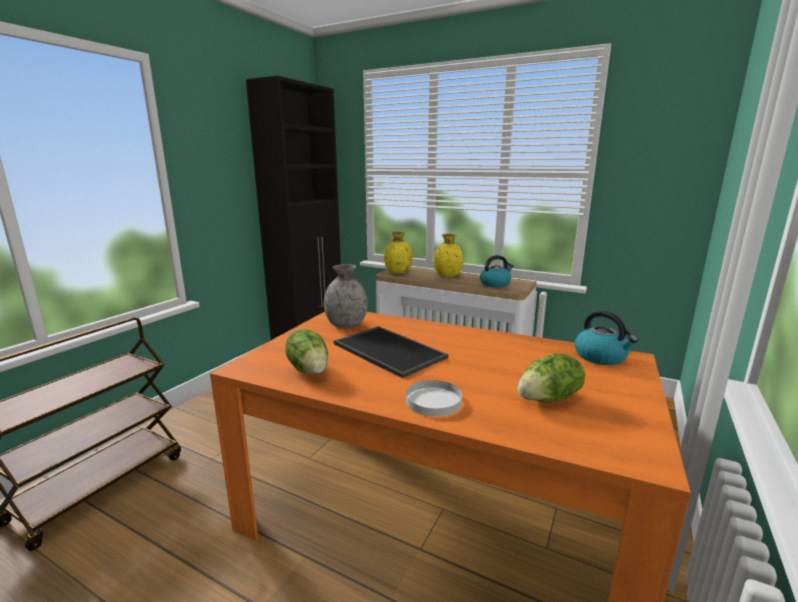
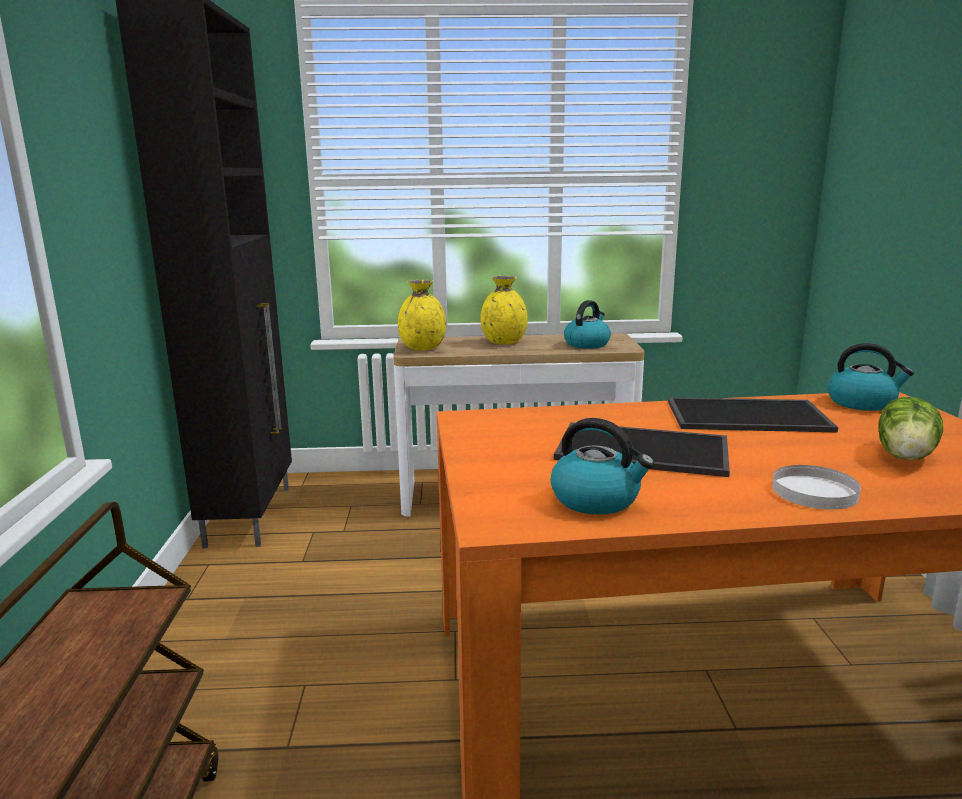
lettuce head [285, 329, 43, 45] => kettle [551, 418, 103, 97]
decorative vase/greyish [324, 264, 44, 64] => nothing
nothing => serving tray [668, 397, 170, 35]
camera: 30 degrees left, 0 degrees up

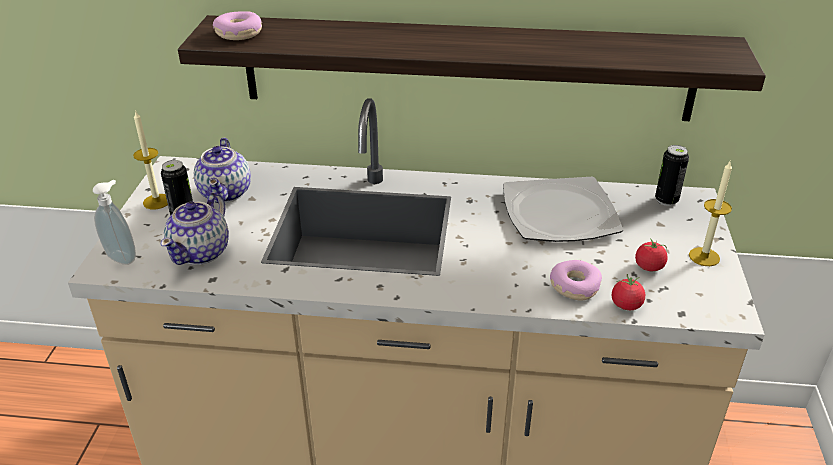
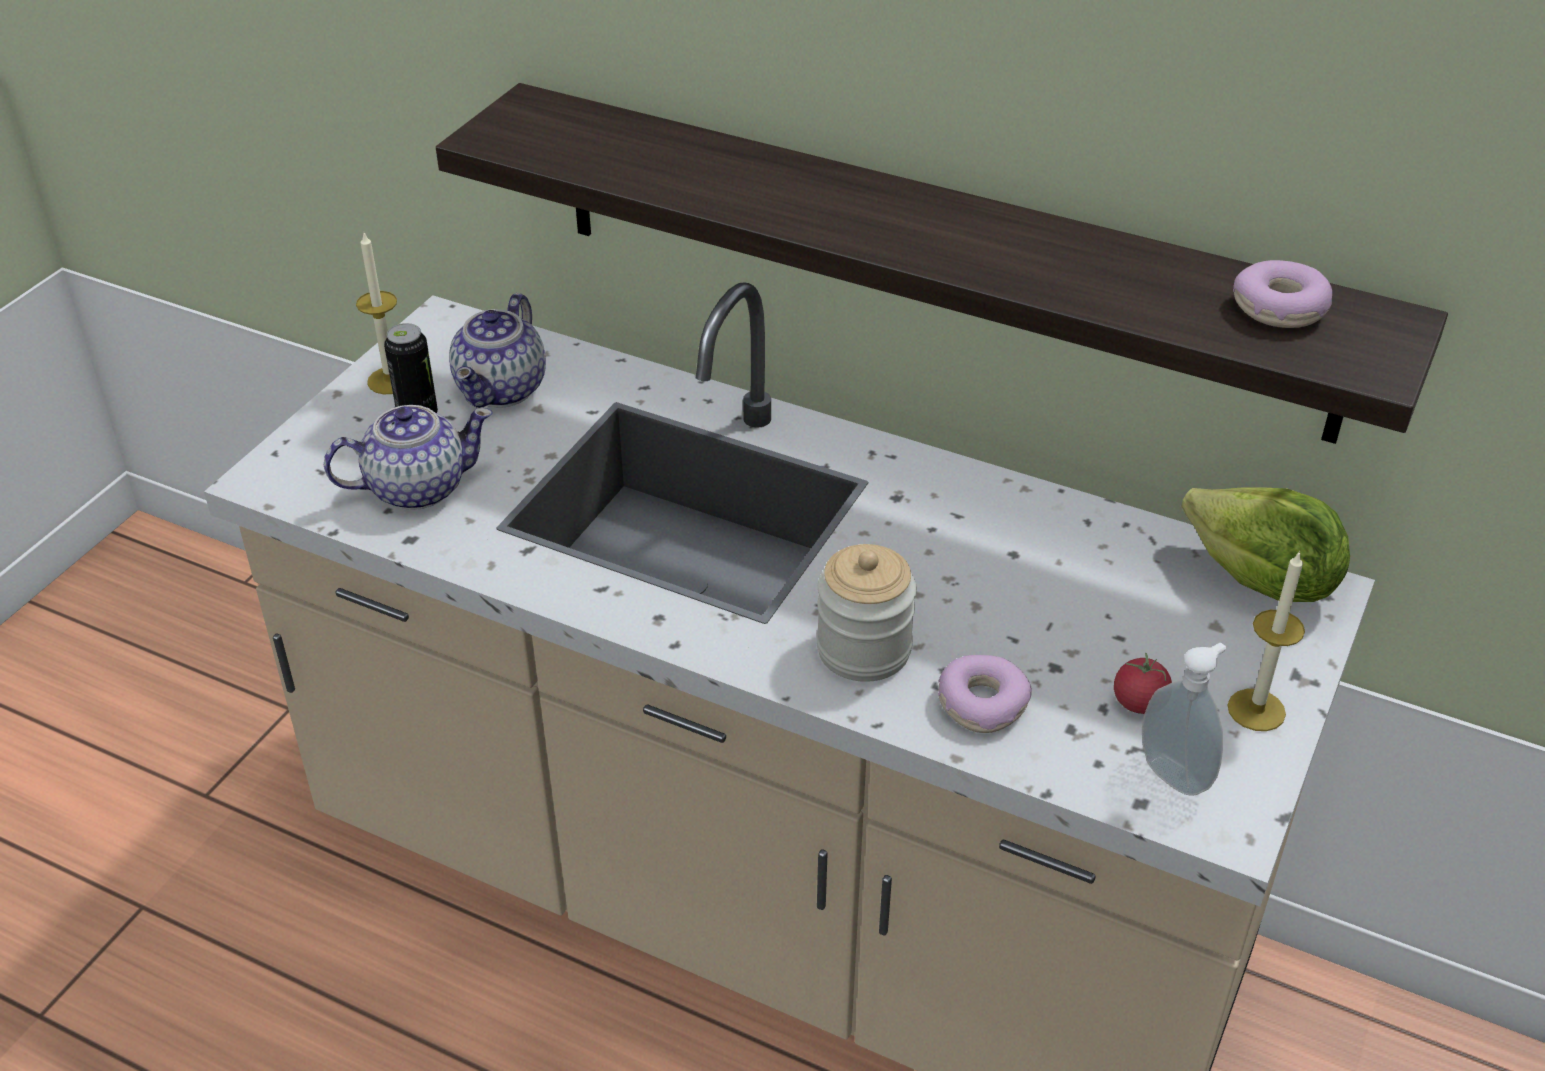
soap dispenser [93, 180, 43, 85] => soap dispenser [1142, 643, 84, 153], shifted
pot for tea [161, 192, 68, 73] => pot for tea [324, 405, 169, 105], 150 degrees counterclockwise
donut [213, 11, 49, 29] => donut [1233, 260, 99, 68], shifted
flat dish [503, 177, 120, 65] => nothing
fresh tomato [612, 274, 33, 36] => nothing
metal can [655, 145, 34, 61] => lettuce head [1181, 487, 169, 115]
nothing => preserve jar [816, 544, 101, 138]
camera: 20 degrees right, 5 degrees up

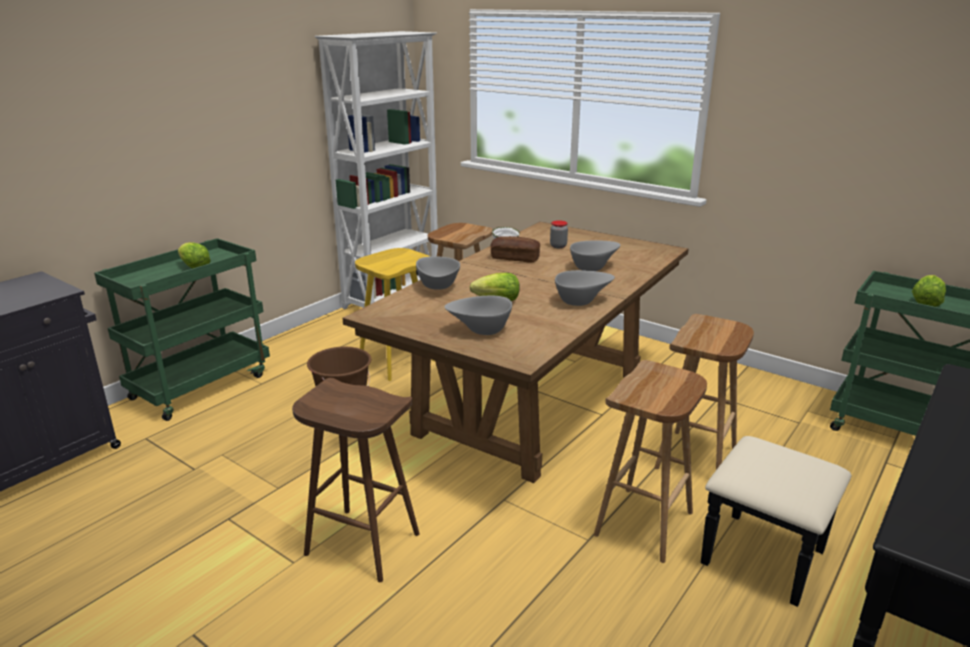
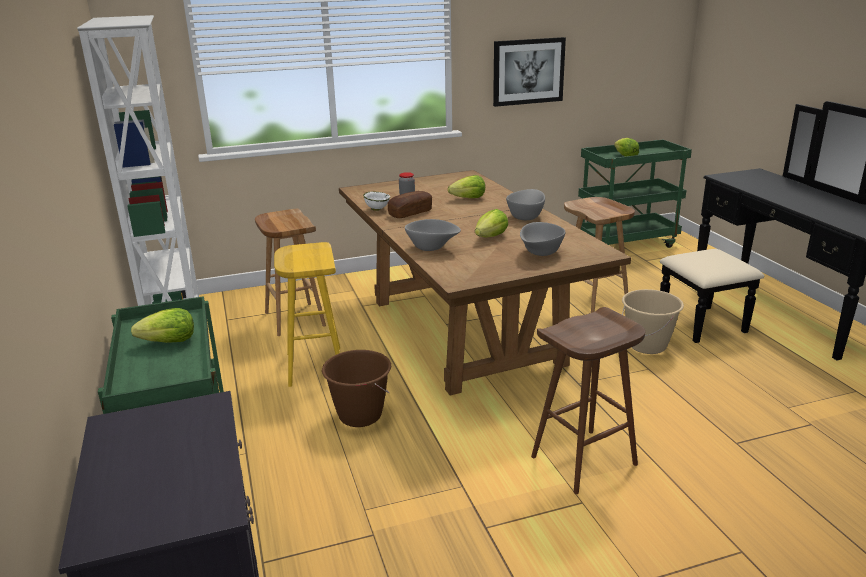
deep dish/greyish [570, 240, 50, 31] => lettuce head [448, 175, 37, 23]
stool seat/brown-coloured [594, 360, 113, 203] => pail/beige-coloured [622, 289, 62, 65]
nothing => picture [493, 37, 73, 70]
camera: 55 degrees left, 0 degrees up

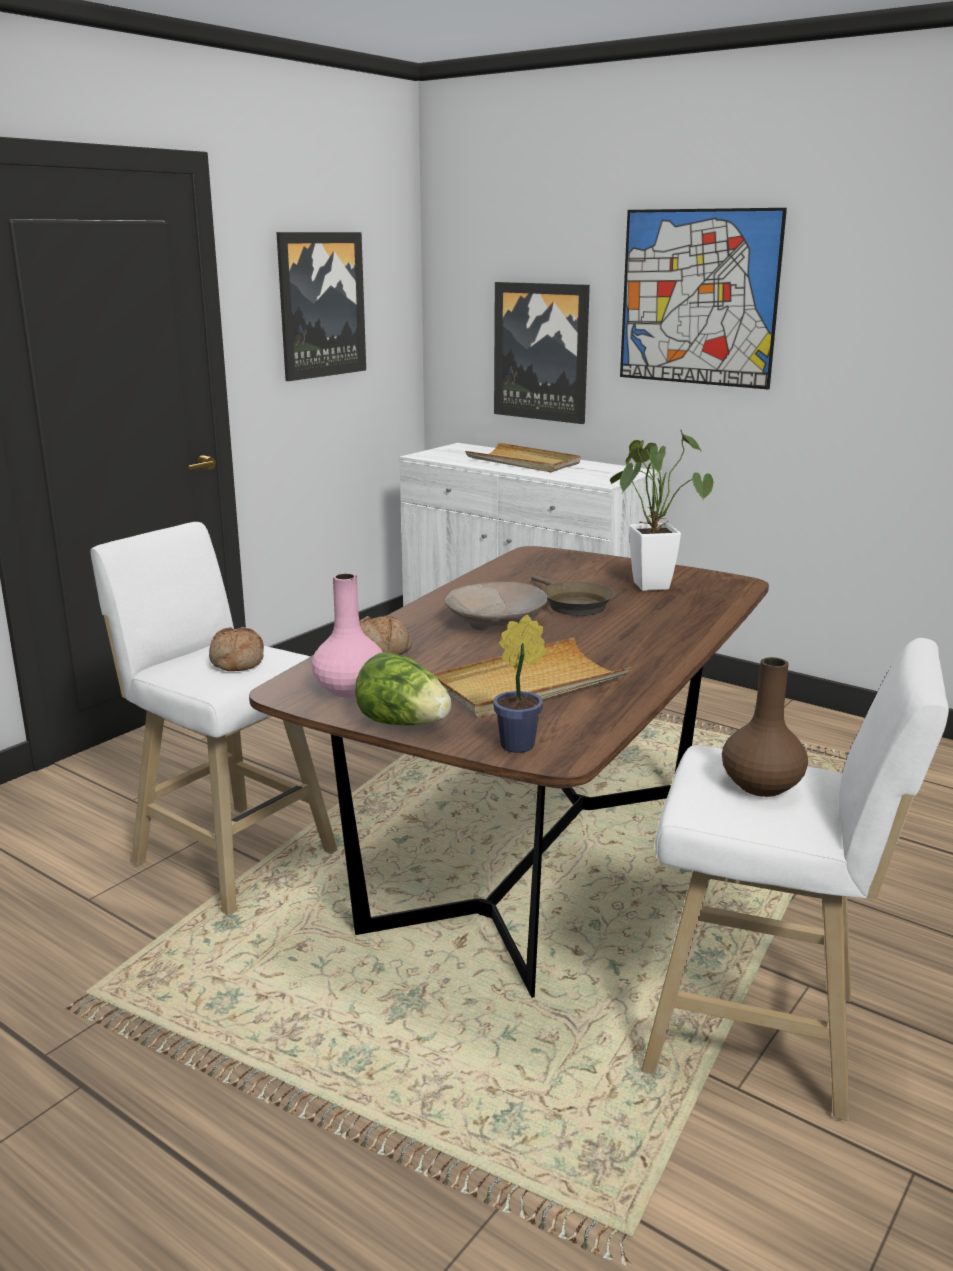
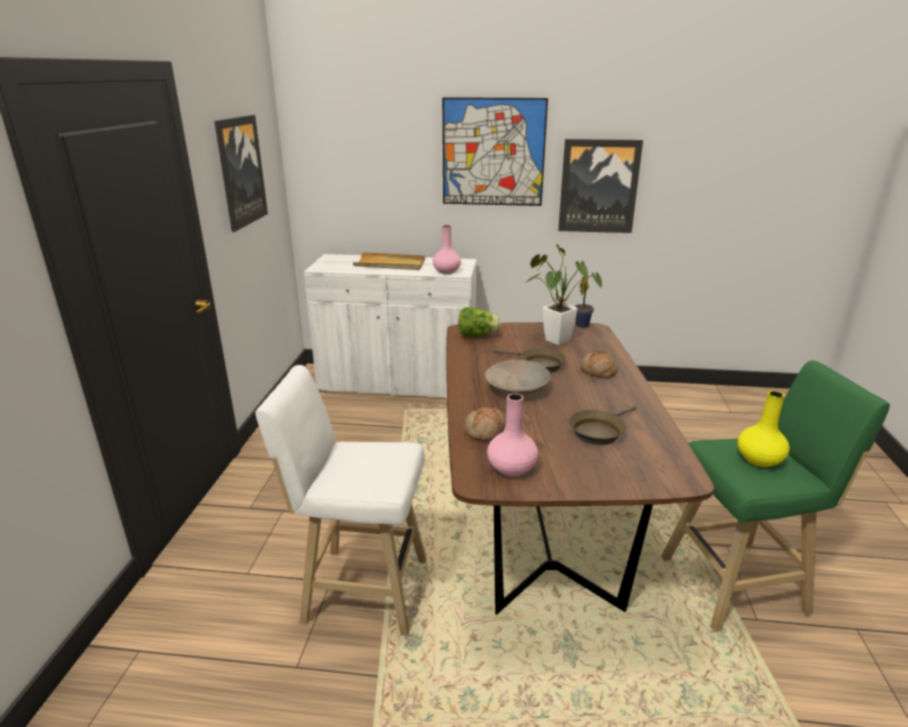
baked bread [209, 627, 55, 44] => baked bread [580, 351, 38, 27], shifted
lettuce head [355, 652, 97, 74] => lettuce head [458, 307, 43, 30], shifted
serving tray/beige-coloured [433, 637, 198, 81] => frying pan/brown-coloured [569, 405, 68, 40]
plant in a pot [493, 615, 53, 138] => plant in a pot [574, 276, 20, 52], shifted
picture [494, 282, 96, 142] => picture [558, 139, 85, 94], shifted
stool seat/white-coloured [641, 638, 308, 483] => stool seat/greenish [661, 361, 229, 271]
decorative vase/brown-coloured [722, 657, 86, 140] => decorative vase/yellow [738, 391, 52, 76]
nothing => decorative vase/pink-coloured [433, 225, 28, 49]
camera: 30 degrees left, 5 degrees up

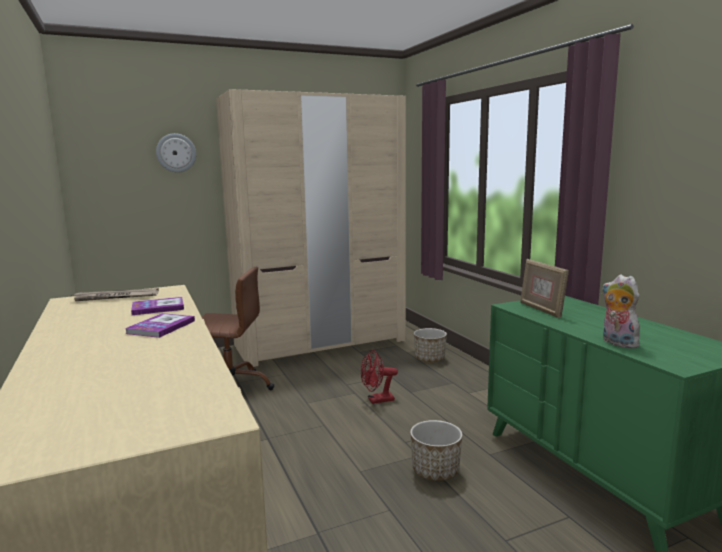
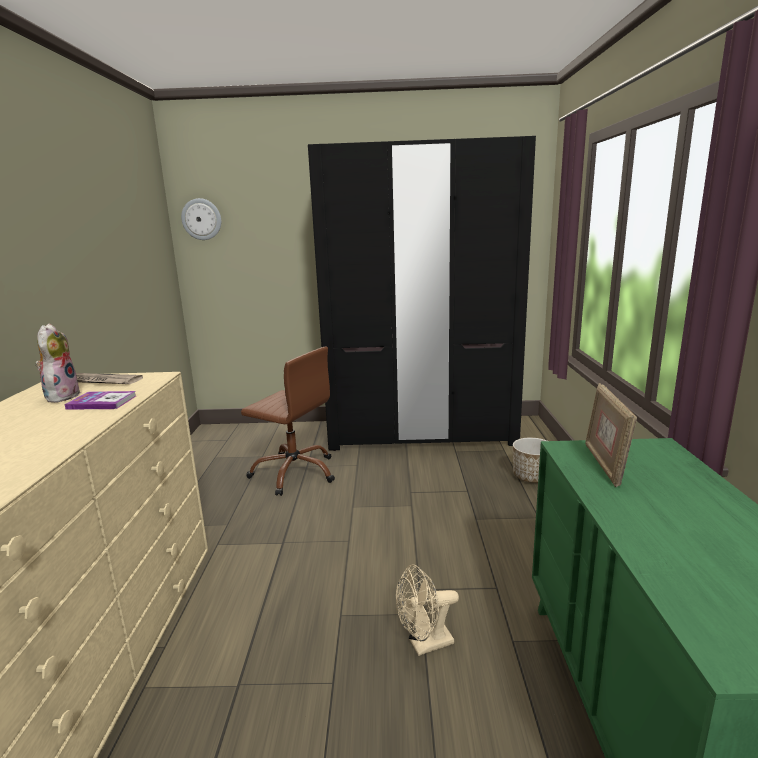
bound book [125, 313, 70, 25] => nothing
wall clock [156, 133, 40, 40] => wall clock [181, 198, 40, 42], shifted
clothes cupboard/beige-coloured [216, 89, 190, 279] => clothes cupboard/black-coloured [308, 136, 228, 315]
electric fan/red [361, 350, 37, 54] => nothing
plant pot [410, 420, 52, 61] => electric fan/beige-coloured [396, 564, 63, 92]
soft toy [602, 274, 39, 74] => soft toy [33, 324, 49, 79], shifted
camera: 25 degrees right, 5 degrees up

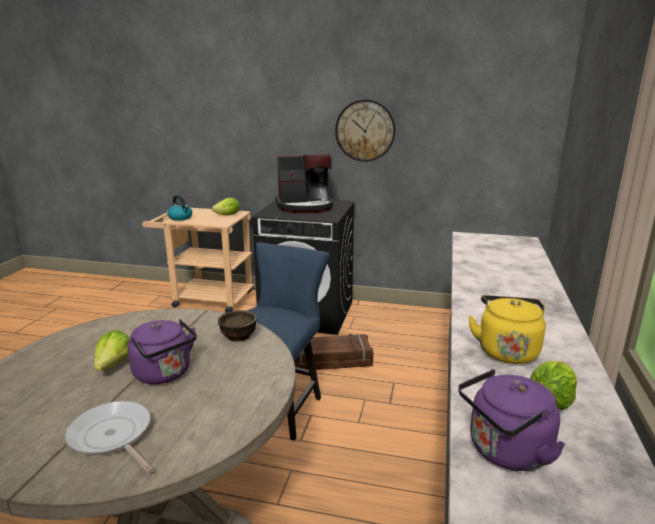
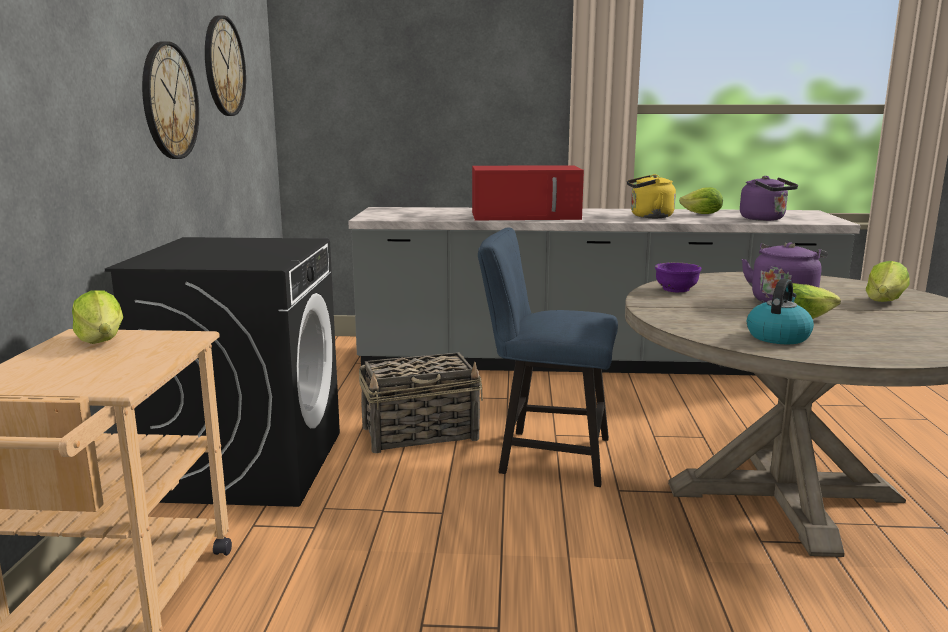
frying pan [65, 401, 88, 72] => lettuce head [865, 261, 45, 41]
kettle [167, 195, 25, 26] => kettle [747, 279, 67, 65], shifted
deep dish/brown-coloured [218, 310, 39, 31] => deep dish/purple-coloured [655, 262, 46, 30]
coffee brewer [275, 154, 58, 59] => nothing
crate [294, 334, 79, 36] => storage basket [359, 352, 124, 101]
nothing => wall clock [205, 15, 41, 101]
nothing => microwave/red [472, 165, 112, 55]
camera: 100 degrees left, 5 degrees down

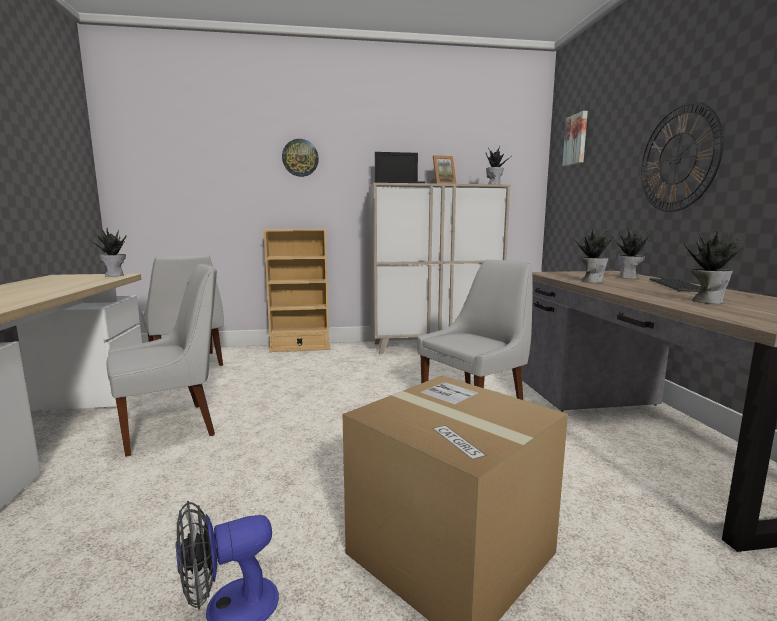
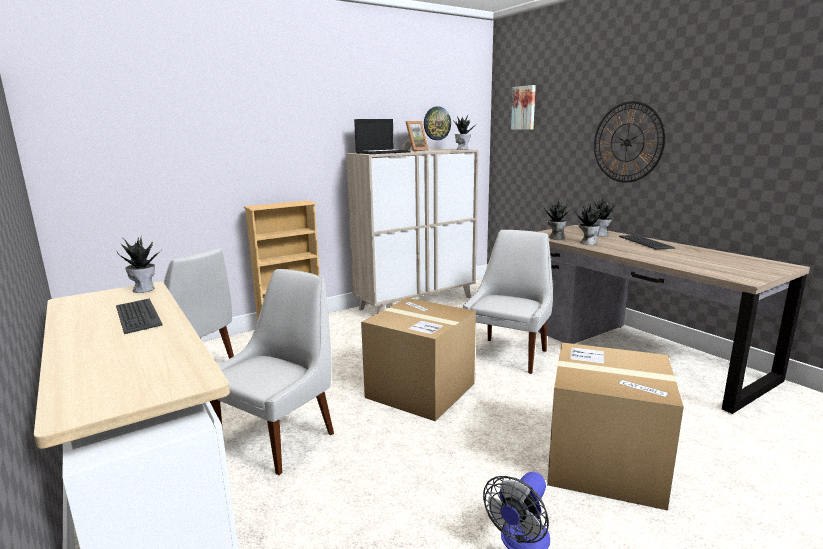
wall clock [282, 139, 37, 38] => wall clock [424, 107, 27, 33], shifted
plant in a pot [684, 229, 61, 75] => plant in a pot [543, 198, 29, 41], shifted
nothing => PC keyboard [116, 298, 47, 36]
nothing => cardboard box [361, 298, 115, 123]
camera: 25 degrees left, 5 degrees up

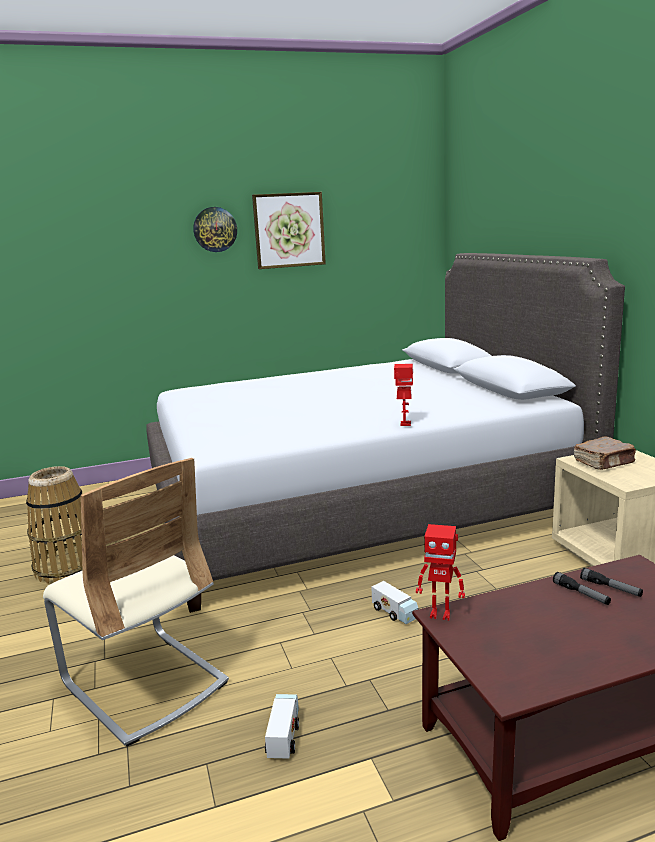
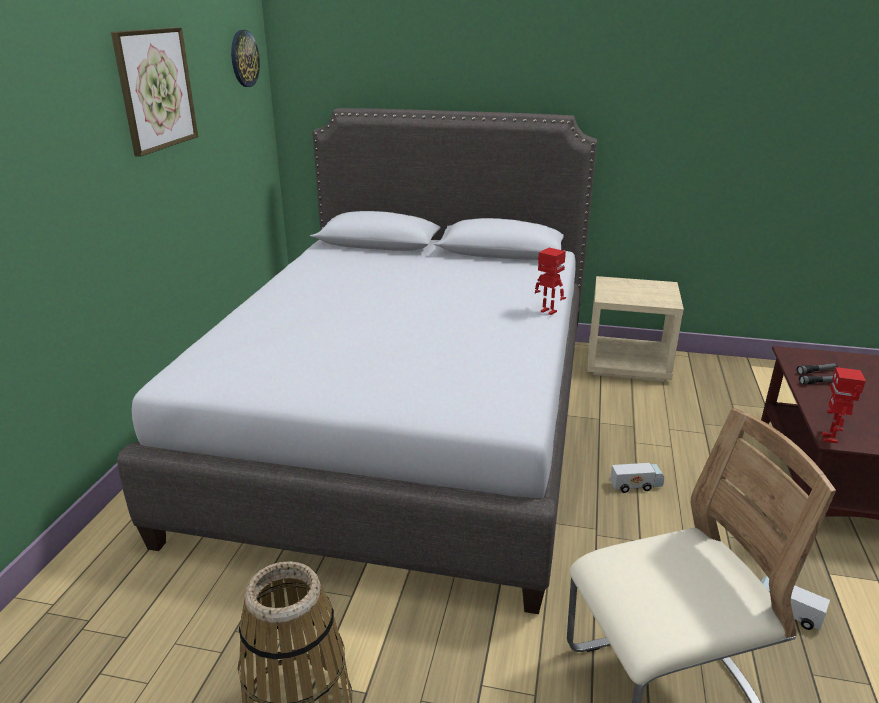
wall clock [193, 207, 44, 45] => wall clock [231, 30, 29, 57], shifted
toy robot [416, 524, 49, 97] => toy robot [821, 367, 45, 76], 150 degrees clockwise
bound book/brown-coloured [574, 437, 62, 33] => nothing
camera: 60 degrees left, 10 degrees up

